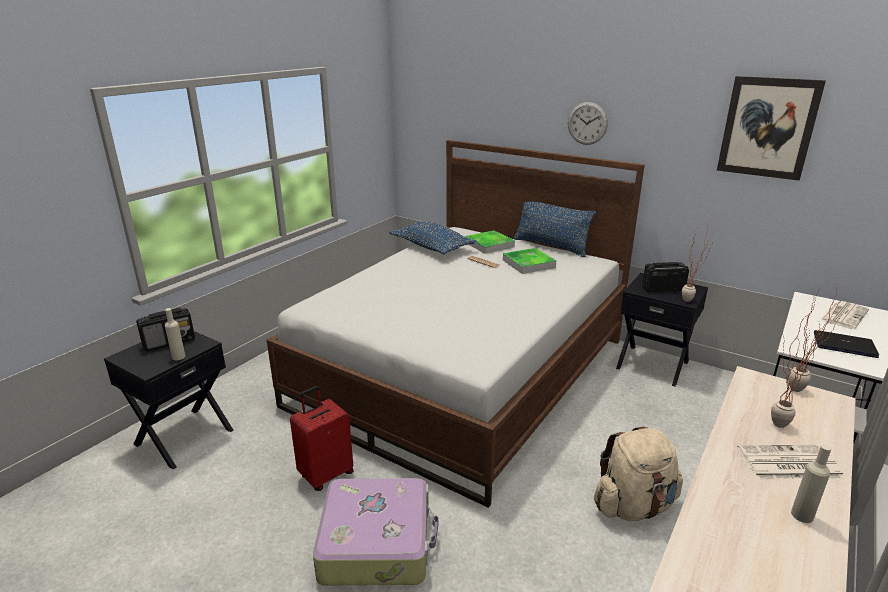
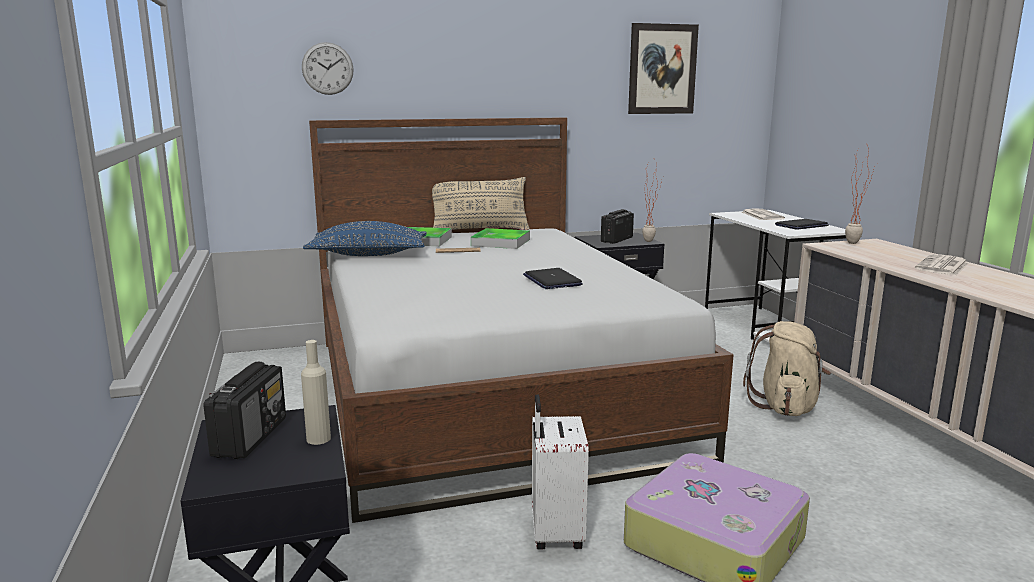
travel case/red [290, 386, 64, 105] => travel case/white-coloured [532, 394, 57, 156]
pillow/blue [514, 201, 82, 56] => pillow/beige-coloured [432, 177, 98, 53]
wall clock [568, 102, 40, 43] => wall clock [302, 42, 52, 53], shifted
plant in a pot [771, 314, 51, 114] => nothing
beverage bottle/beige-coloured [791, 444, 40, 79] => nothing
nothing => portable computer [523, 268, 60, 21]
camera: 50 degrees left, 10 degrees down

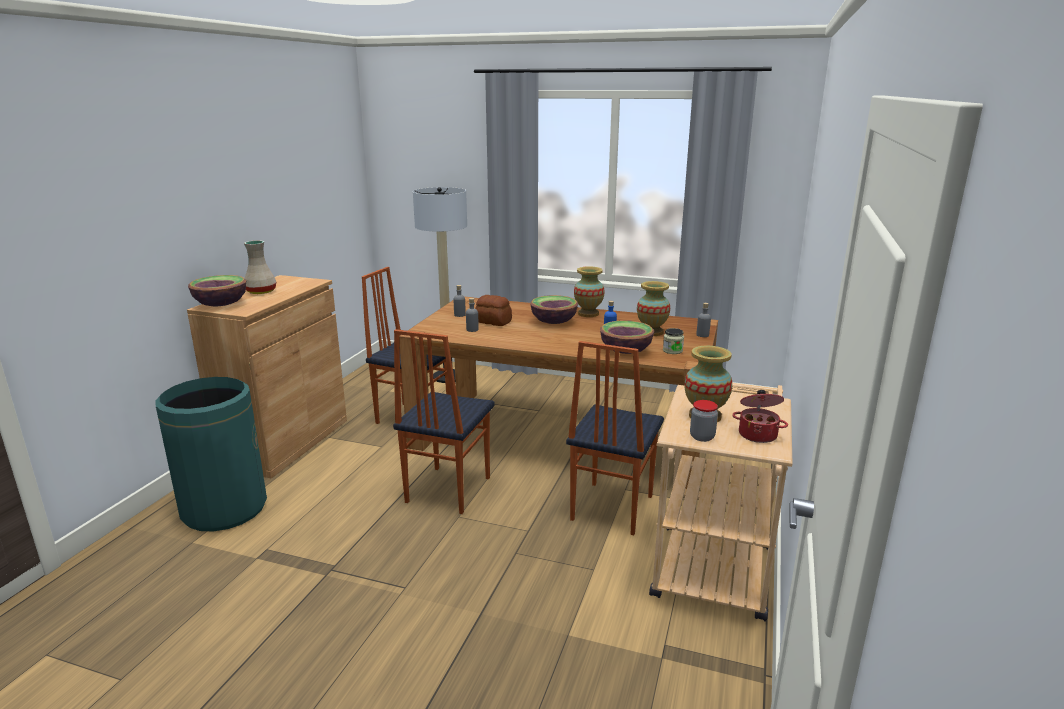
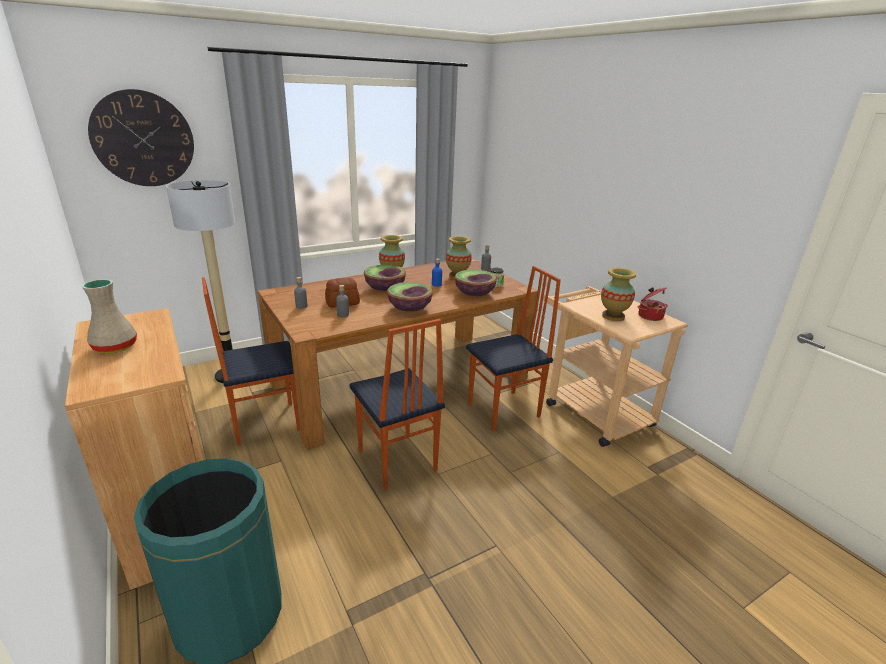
deep dish [188, 275, 58, 31] => deep dish [387, 282, 46, 30], shifted
plain chair [566, 341, 98, 194] => plain chair [466, 266, 95, 165], 90 degrees counterclockwise
preserve jar [690, 400, 28, 42] => nothing
nothing => wall clock [88, 89, 106, 97]
camera: 50 degrees left, 5 degrees up

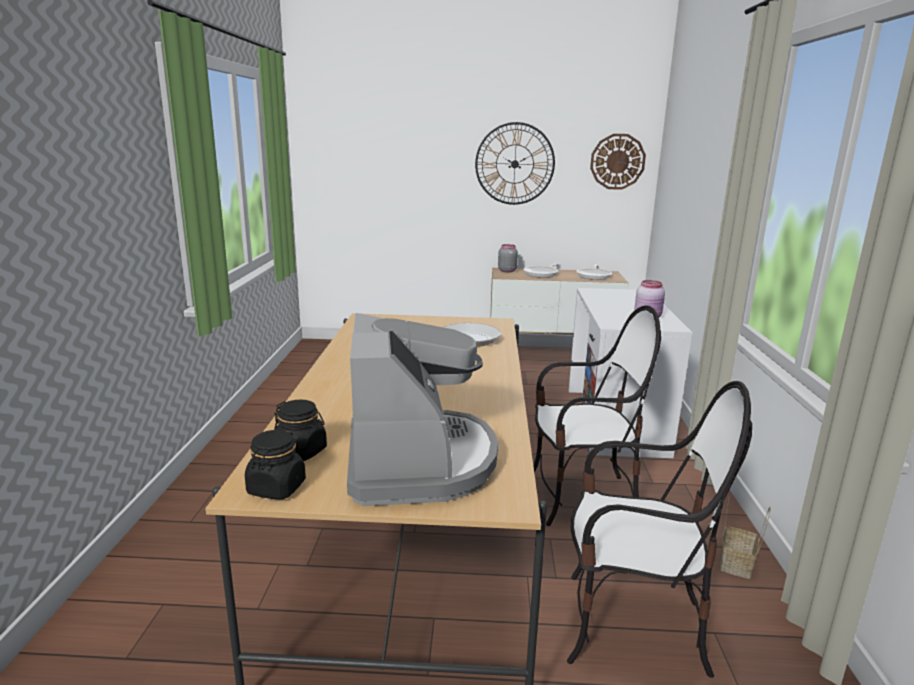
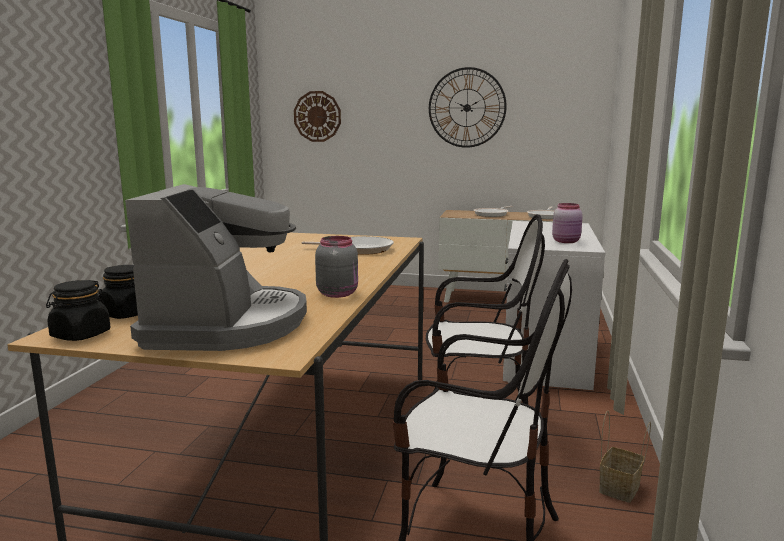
preserve jar/greyish [498, 244, 20, 28] => preserve jar/greyish [315, 236, 43, 62], shifted
wall clock [590, 134, 56, 56] => wall clock [294, 91, 47, 51], shifted
camera: 10 degrees right, 5 degrees down

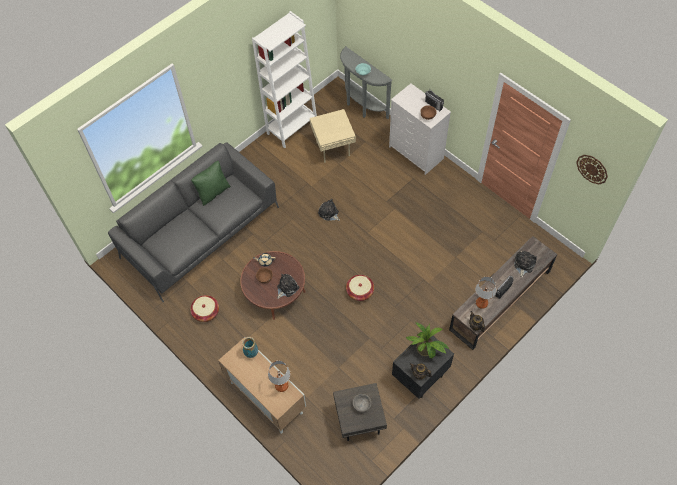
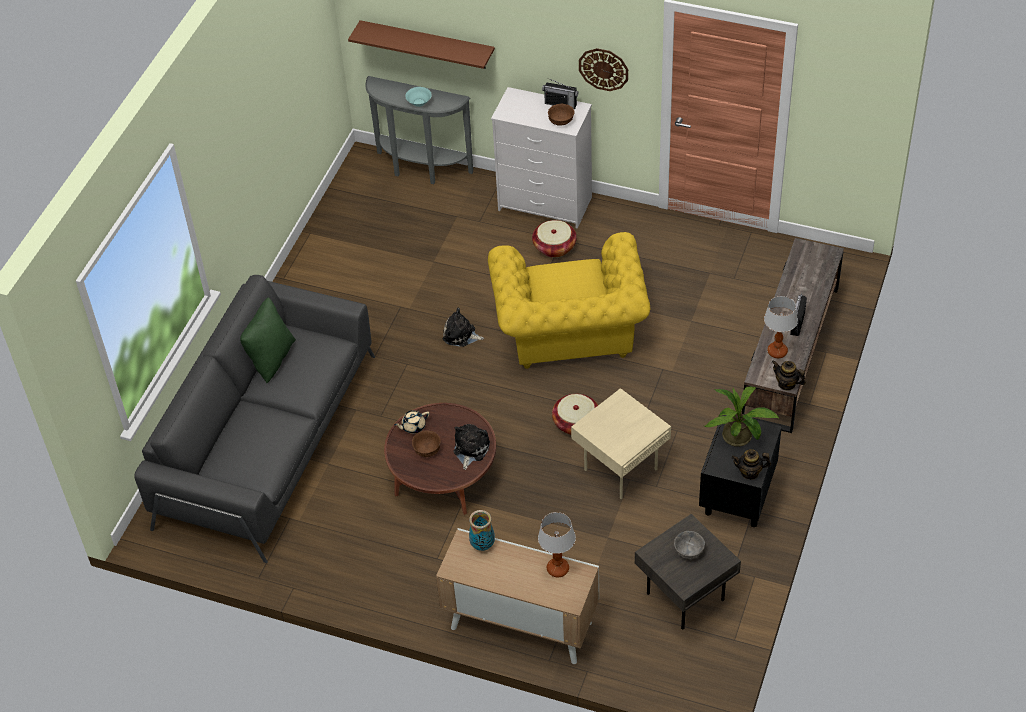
storage basket [190, 295, 29, 27] => storage basket [532, 220, 45, 38], shifted
shelving unit/white-coloured [252, 11, 65, 137] => nothing
end table/beige-coloured [310, 109, 46, 54] => end table/beige-coloured [571, 388, 100, 111], shifted
soft toy [514, 251, 23, 27] => nothing
wall clock [576, 155, 32, 29] => wall clock [579, 48, 49, 43], shifted
nothing => wall shelf/brown-coloured [348, 20, 147, 49]
nothing => lounge chair/yellow [488, 232, 162, 137]
camera: 25 degrees left, 10 degrees down

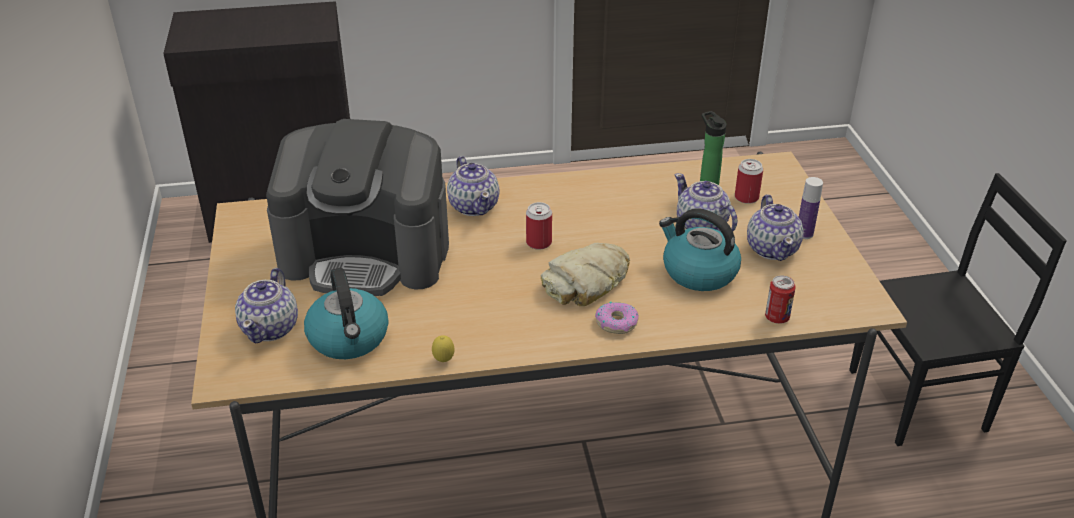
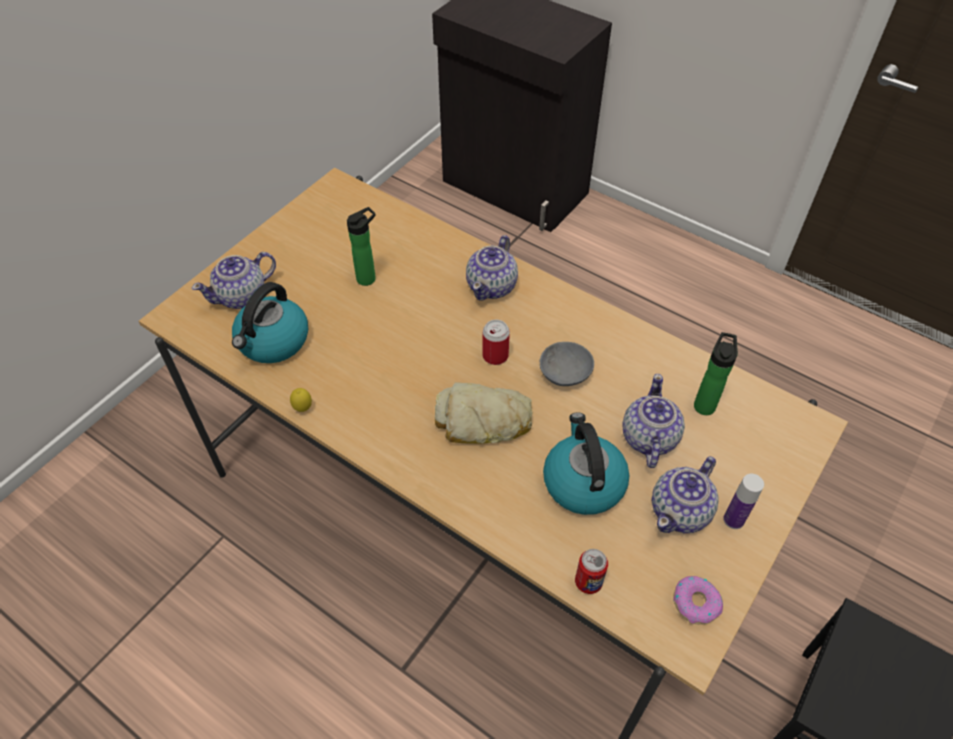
coffee brewer [266, 119, 183, 177] => beverage bottle [347, 207, 29, 79]
donut [595, 302, 44, 32] => donut [673, 576, 50, 49], shifted
metal can [735, 159, 28, 45] => nothing
nothing => deep dish/greyish [540, 342, 54, 44]
camera: 45 degrees right, 15 degrees up

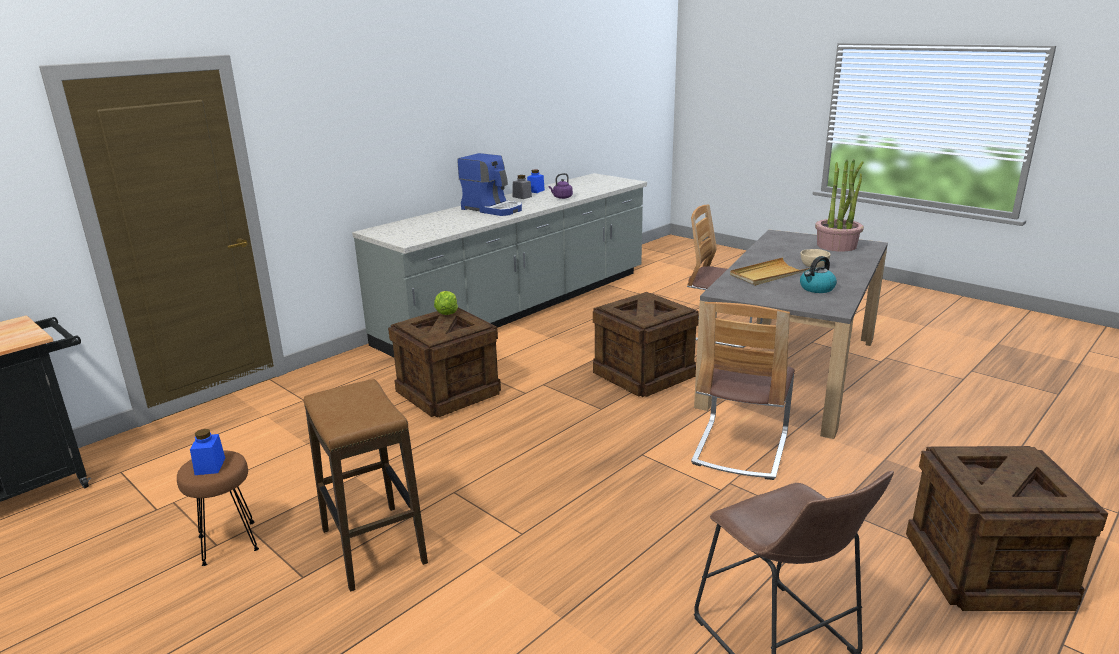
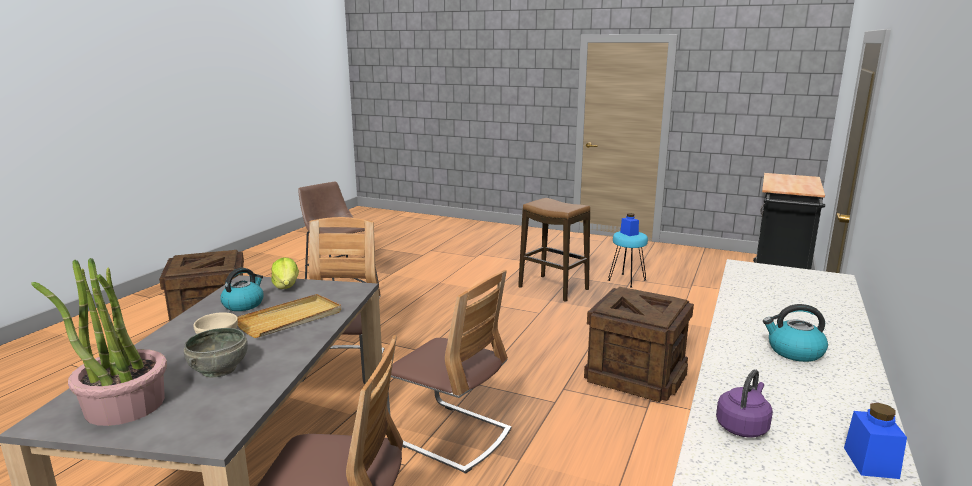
stool seat/brown-coloured [177, 451, 82, 115] => stool seat/turquoise-coloured [608, 231, 40, 56]
lettuce head [434, 291, 24, 24] => lettuce head [271, 258, 28, 31], shifted
coffee brewer [457, 153, 65, 63] => kettle [763, 304, 65, 58]
preserve jar/greyish [513, 175, 19, 24] => nothing
crate [593, 292, 106, 105] => plain chair [387, 270, 124, 204]
nothing => deep dish/greyish [184, 328, 64, 49]
camera: 160 degrees right, 5 degrees down

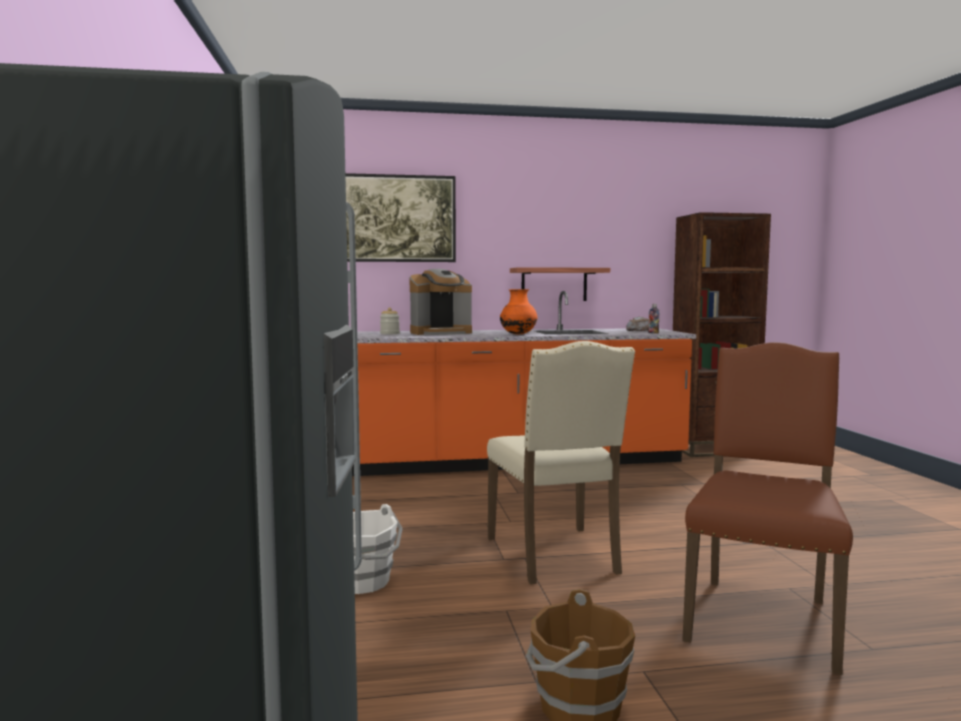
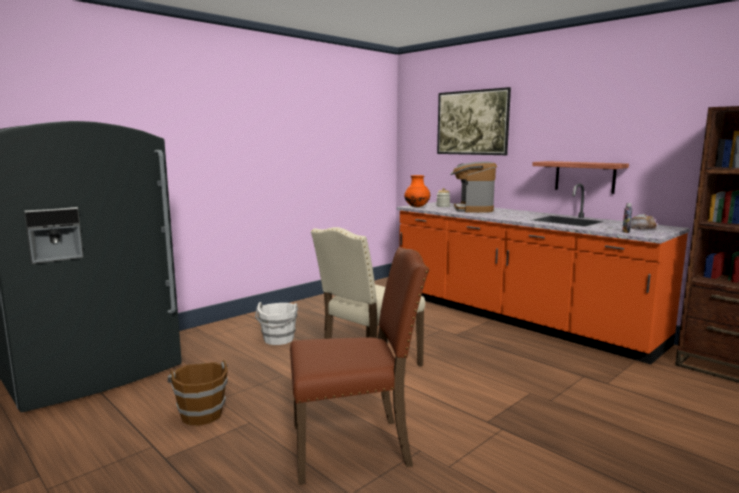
coffee brewer [409, 269, 63, 66] => coffee brewer [450, 162, 47, 51], 60 degrees clockwise
decorative vase/orangey [500, 289, 37, 46] => decorative vase/orangey [404, 175, 26, 32], shifted
camera: 55 degrees right, 5 degrees up

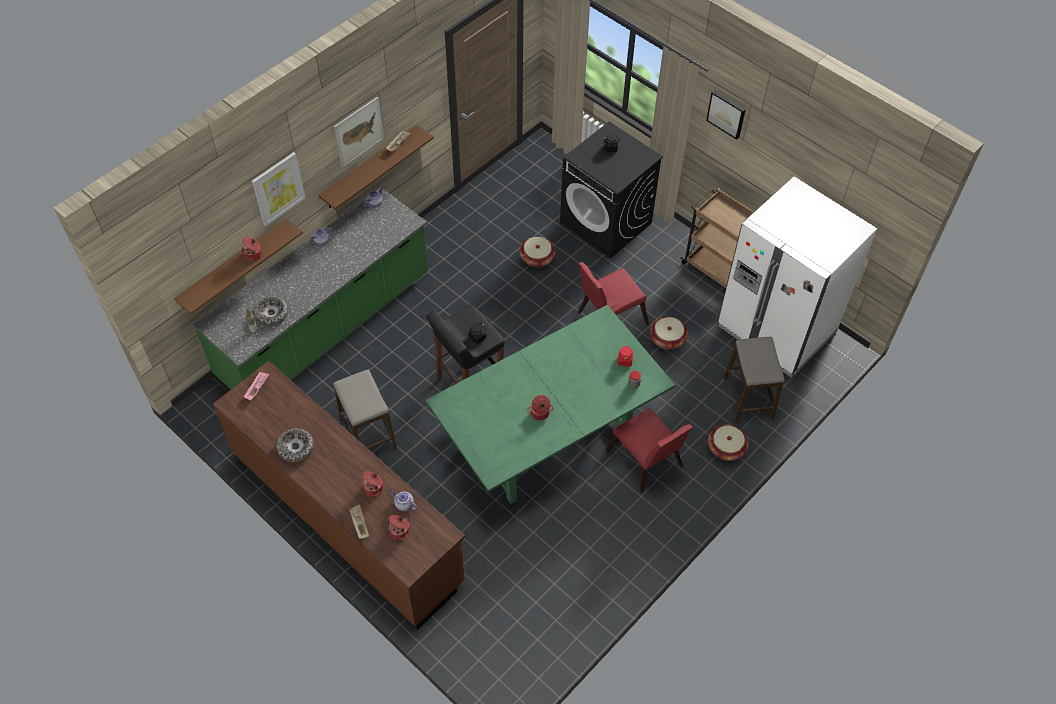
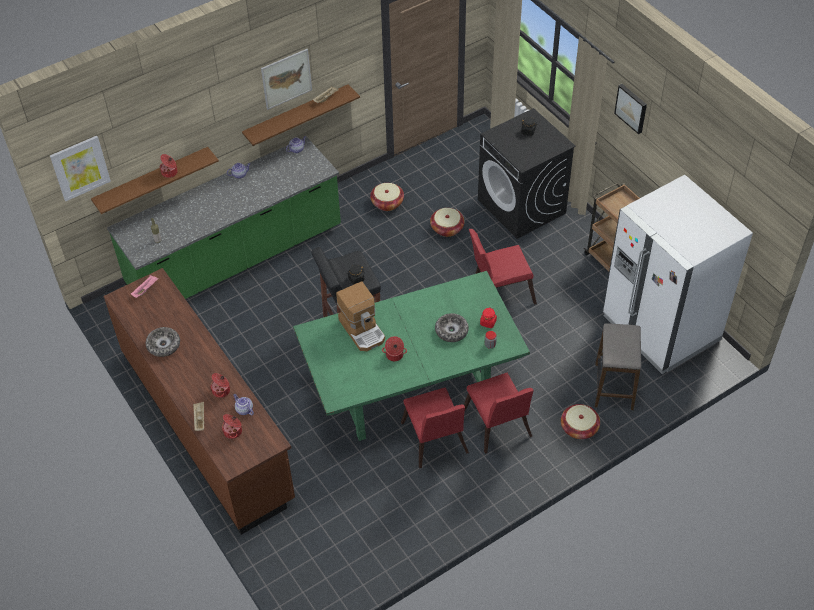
picture [252, 152, 53, 74] => picture [50, 136, 61, 65], shifted
deep dish [253, 296, 35, 30] => deep dish [435, 313, 34, 29], shifted
stool seat [333, 370, 64, 80] => nothing
storage basket [650, 316, 38, 34] => storage basket [370, 183, 34, 28], shifted
nothing => coffee brewer [336, 281, 49, 70]
nothing => plain chair/red [401, 387, 68, 81]
camera: 15 degrees right, 5 degrees down

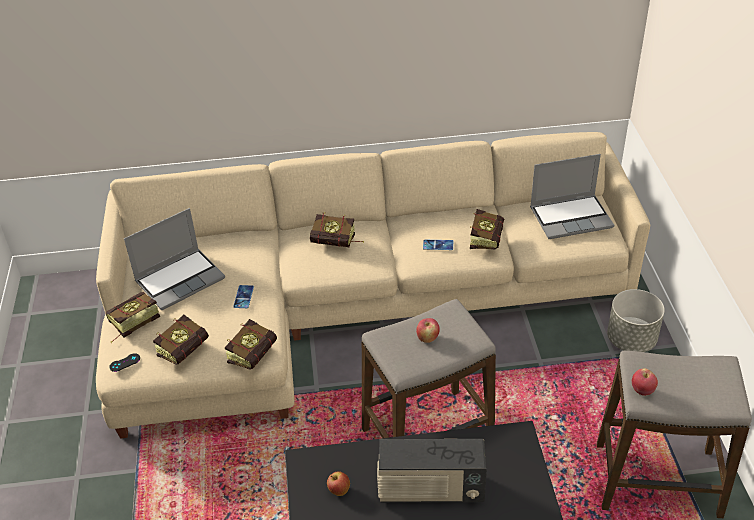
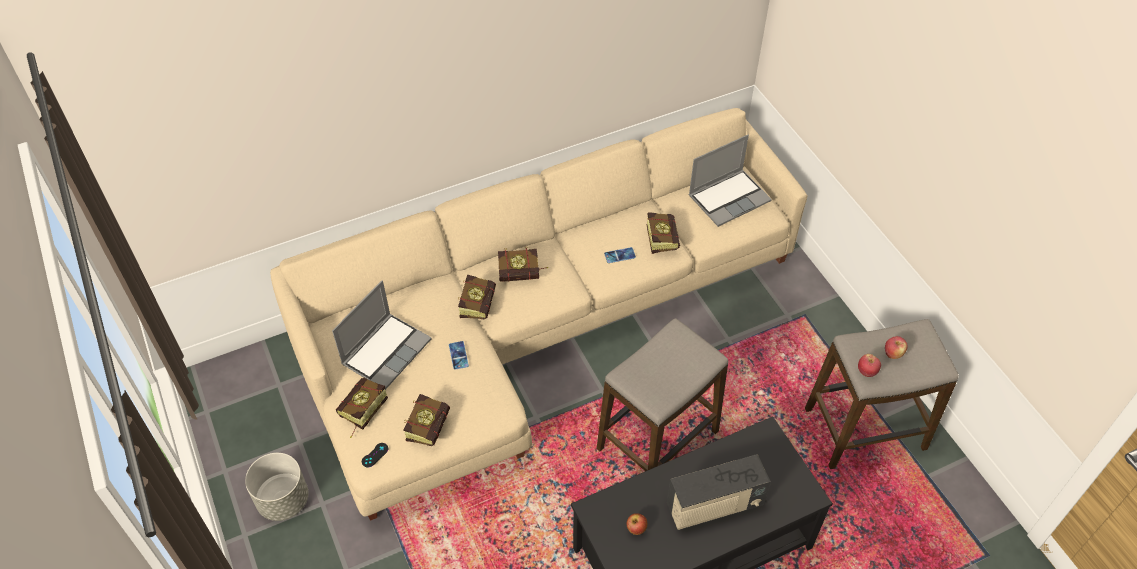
bound book [225, 319, 52, 51] => bound book [458, 274, 38, 46], shifted
apple [416, 318, 24, 25] => apple [885, 336, 23, 23], shifted
plant pot/greyish [607, 289, 58, 63] => plant pot/greyish [245, 453, 63, 68], shifted
camera: 20 degrees left, 10 degrees up

